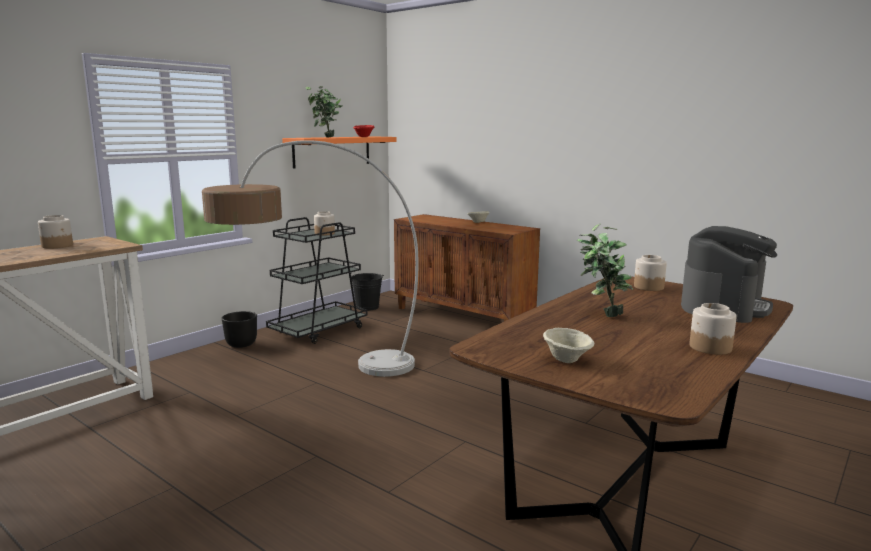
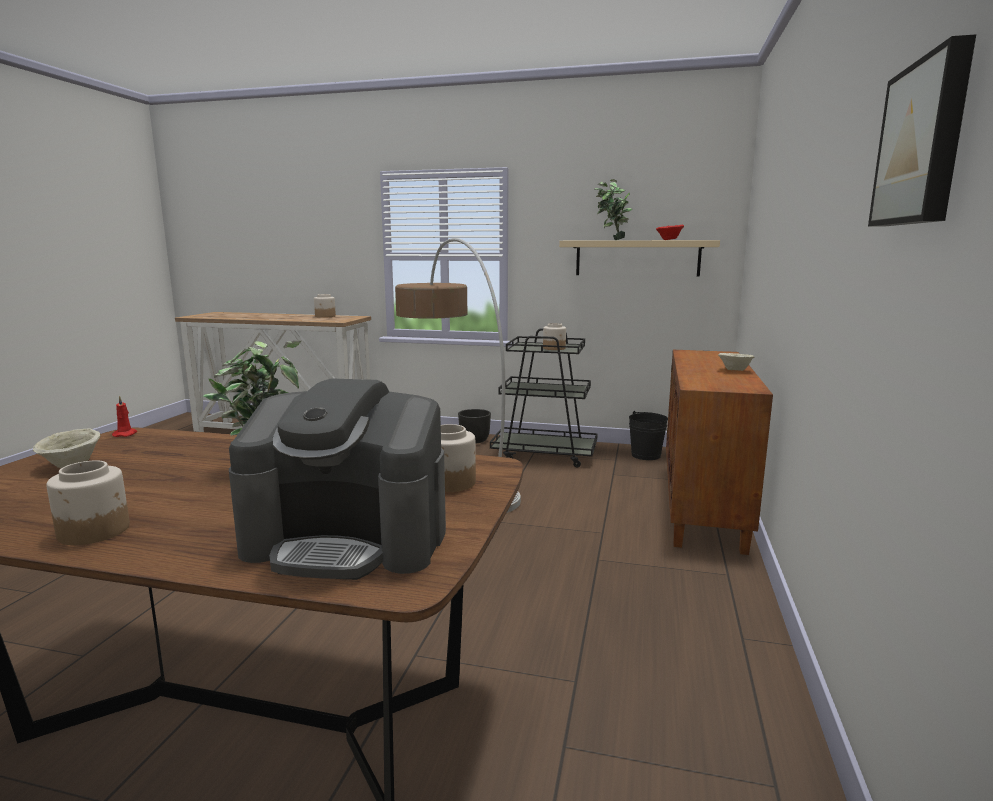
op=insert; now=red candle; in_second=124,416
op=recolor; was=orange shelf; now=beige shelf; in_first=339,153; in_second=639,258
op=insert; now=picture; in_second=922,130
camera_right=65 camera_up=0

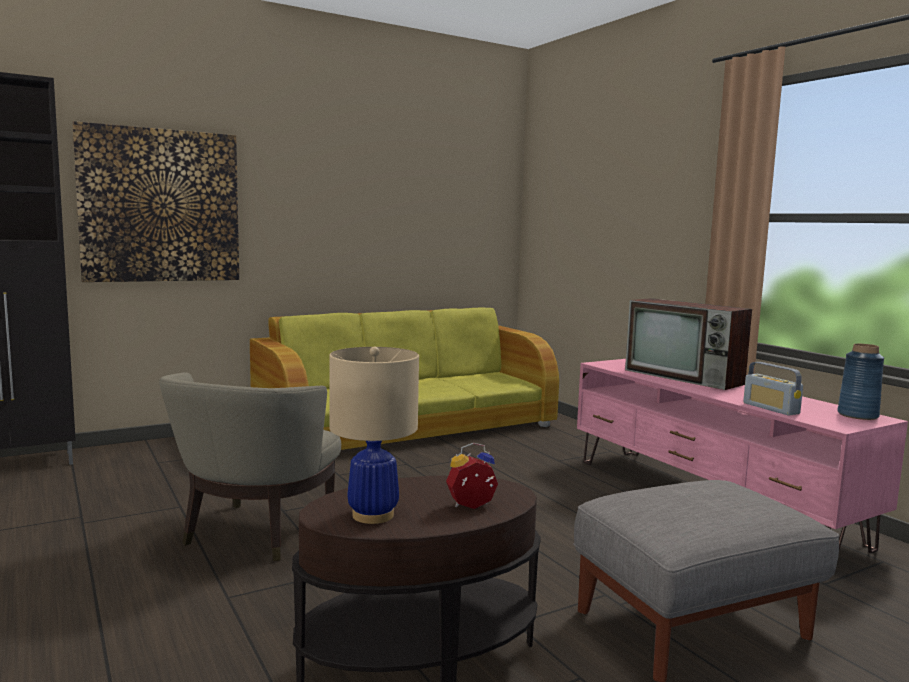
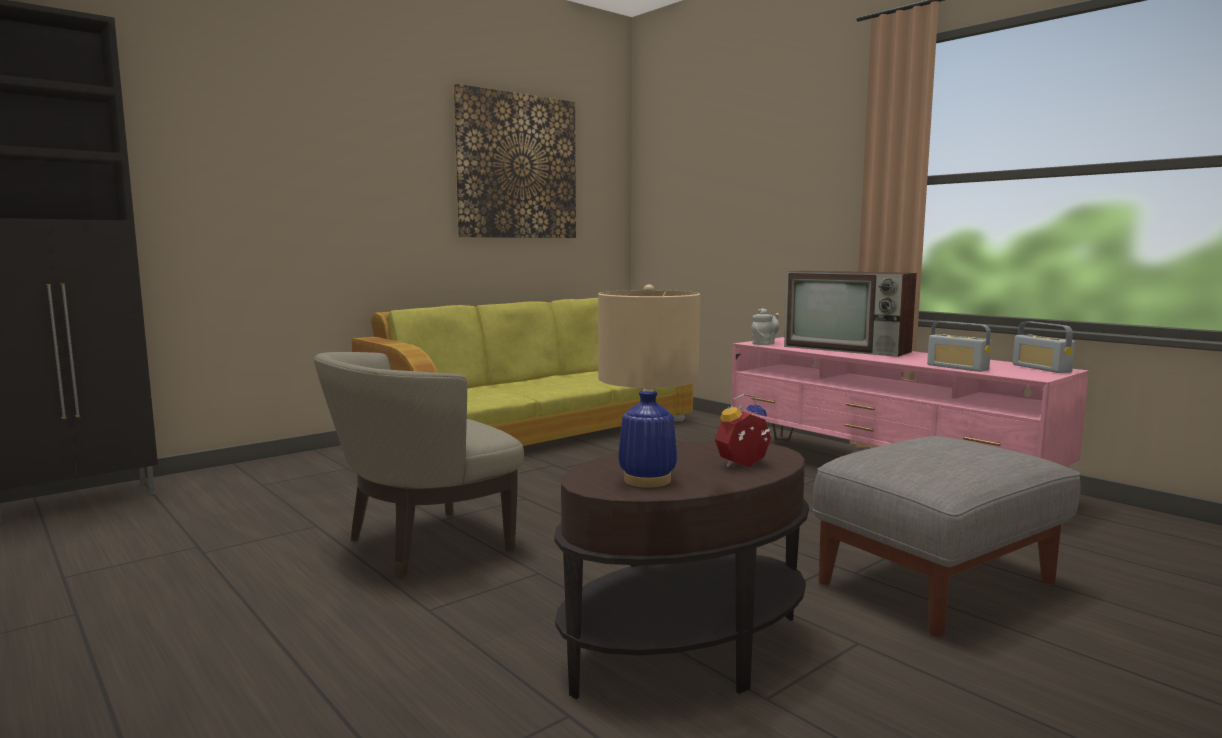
op=rotate; was=beige armchair; in_first=250,466; in_second=419,465; clockwise=45
op=move; was=picture; in_first=155,201; in_second=514,161
op=insert; now=grey teapot; in_second=765,326
op=replace; was=blue vase; now=radio; in_first=860,382; in_second=1044,347
camera_right=-10 camera_up=0

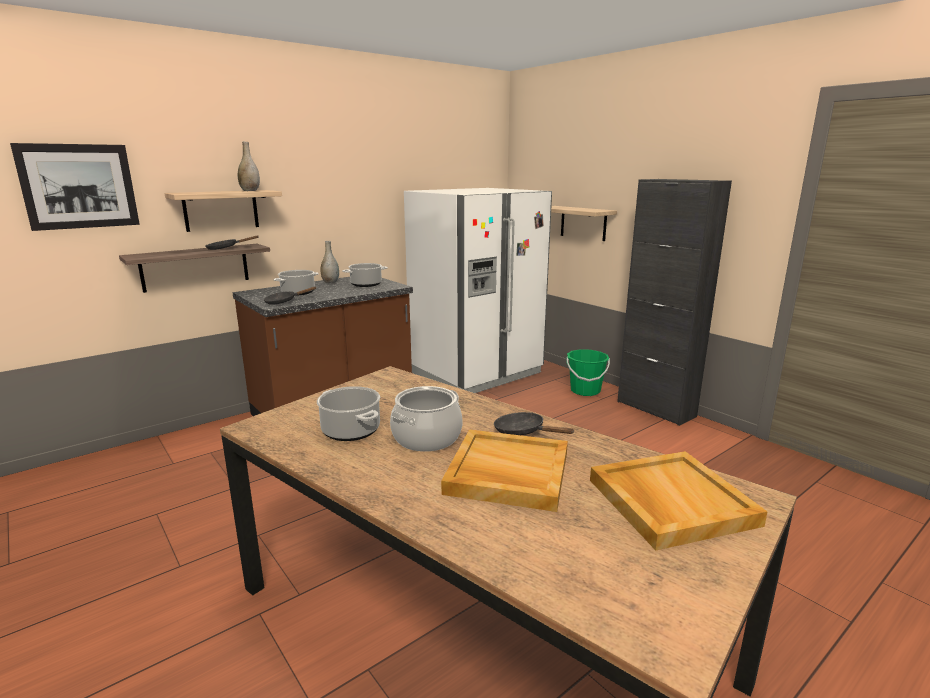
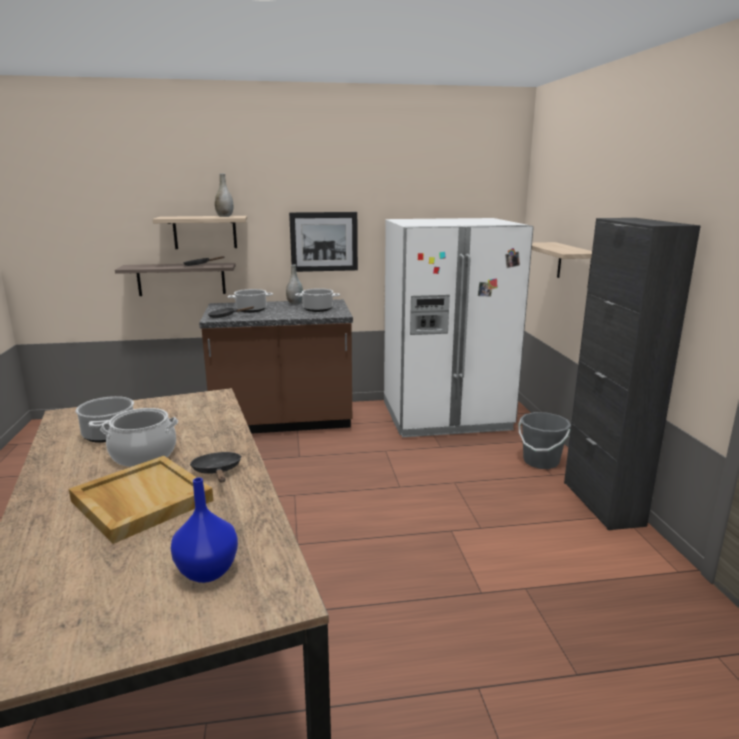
op=replace; was=beige tray; now=blue vase; in_first=679,501; in_second=204,530
op=move; was=picture; in_first=75,187; in_second=323,242
op=recolor; was=green bucket; now=grey bucket; in_first=588,372; in_second=544,440
camera_right=30 camera_up=0

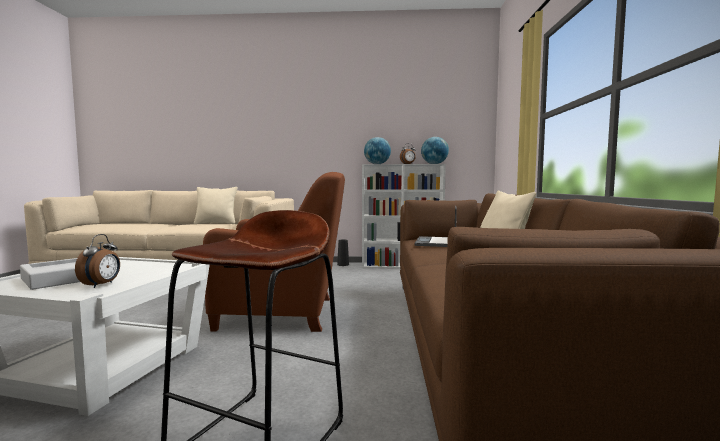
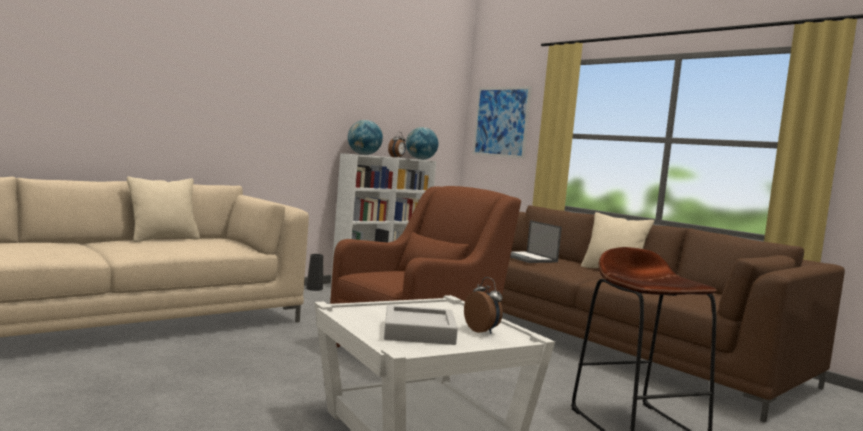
op=insert; now=picture; in_second=502,122
camera_right=-45 camera_up=0

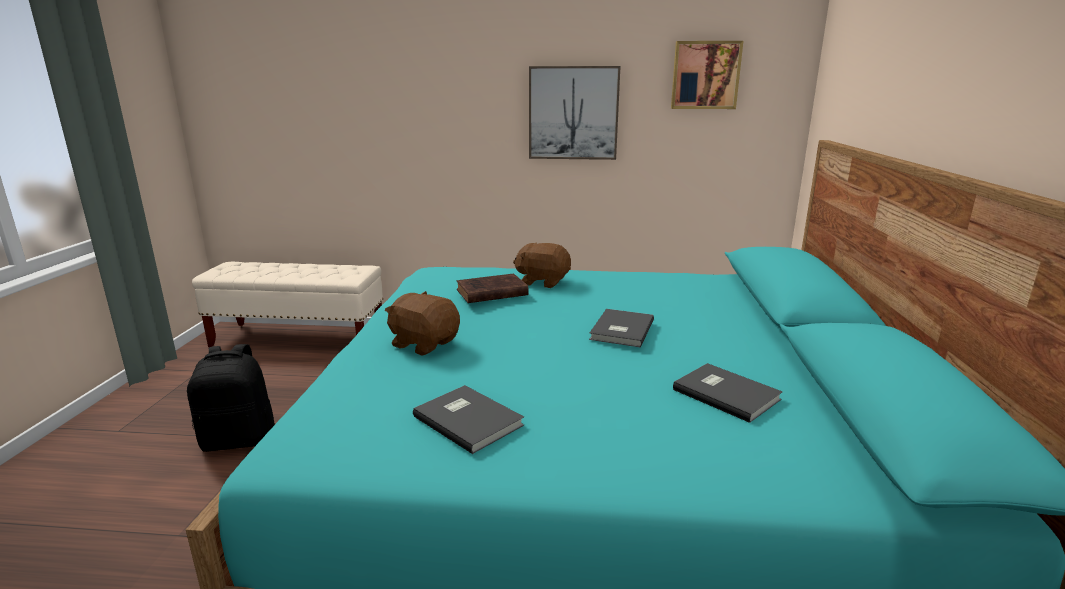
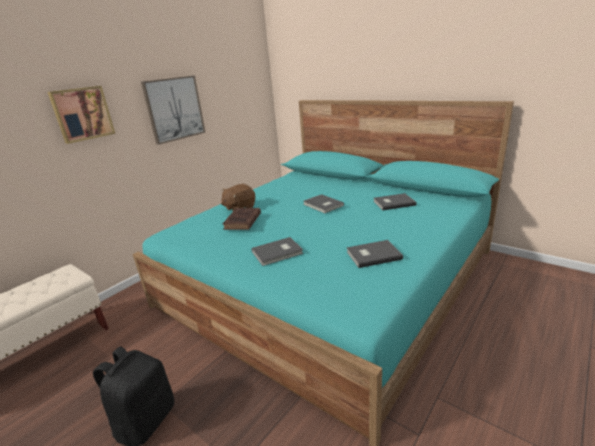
op=move; was=picture; in_first=707,75; in_second=81,115
op=replace; was=brown plush toy; now=grey book; in_first=422,323; in_second=277,251
camera_right=-55 camera_up=5

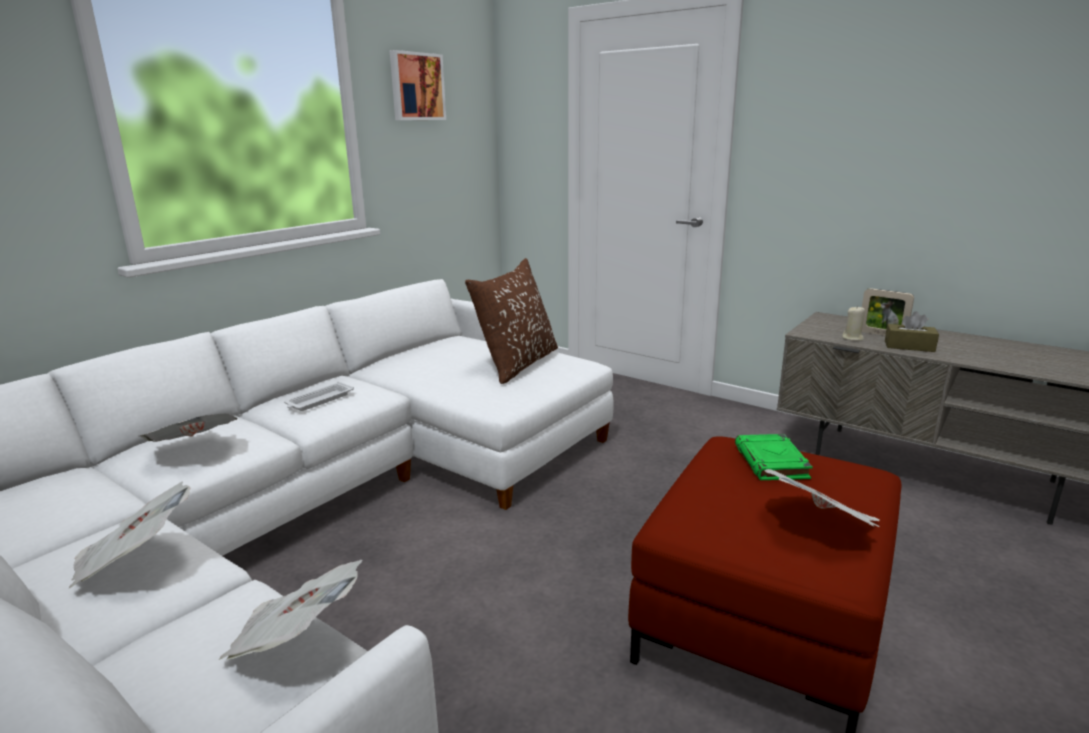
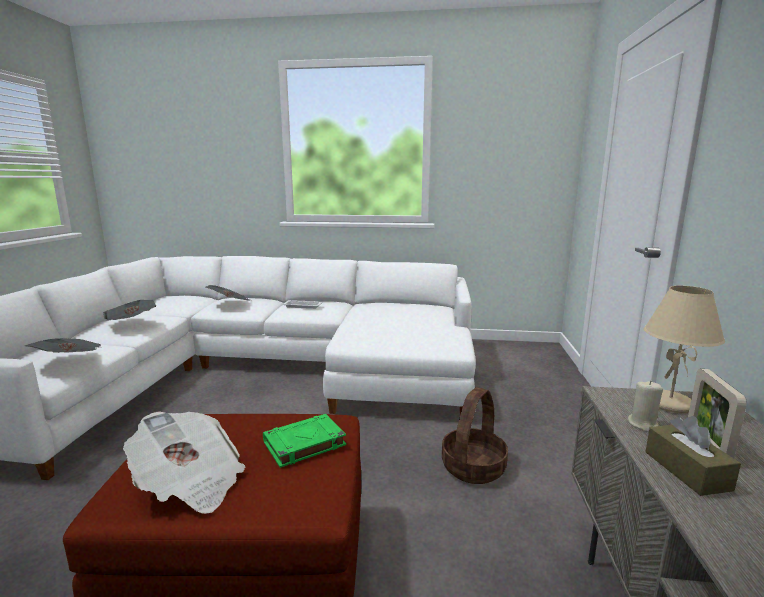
op=insert; now=basket; in_second=475,435
op=insert; now=beige table lamp; in_second=684,349
op=delete; was=picture; in_first=418,85
op=delete; was=brown pillow; in_first=511,321
camera_right=60 camera_up=-5

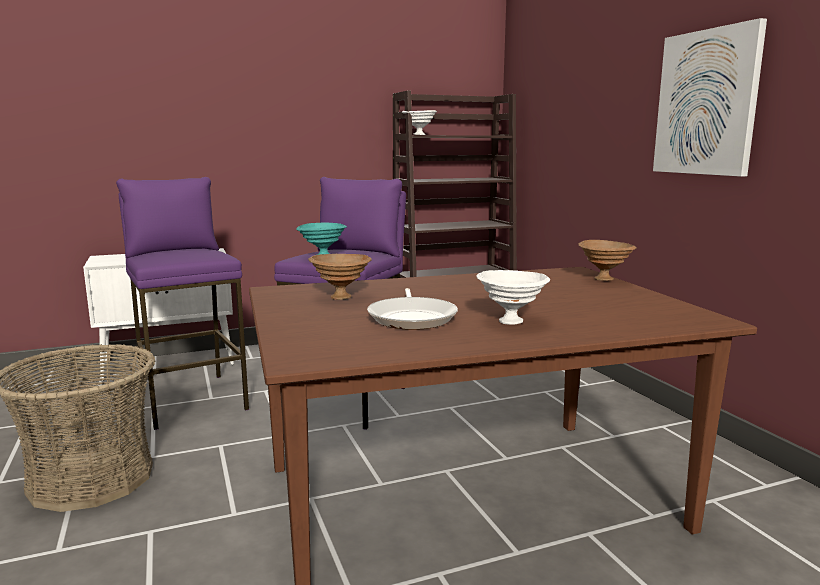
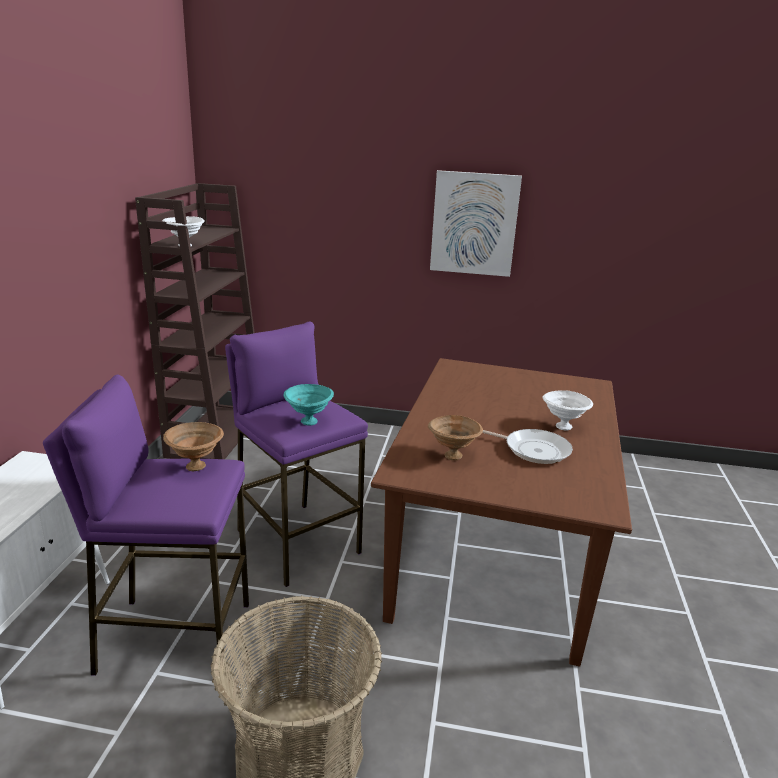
op=move; was=brown bowl; in_first=607,260; in_second=193,446
camera_right=-60 camera_up=10

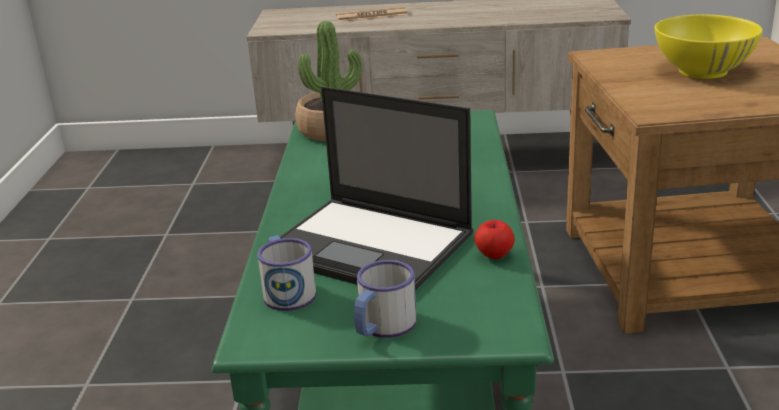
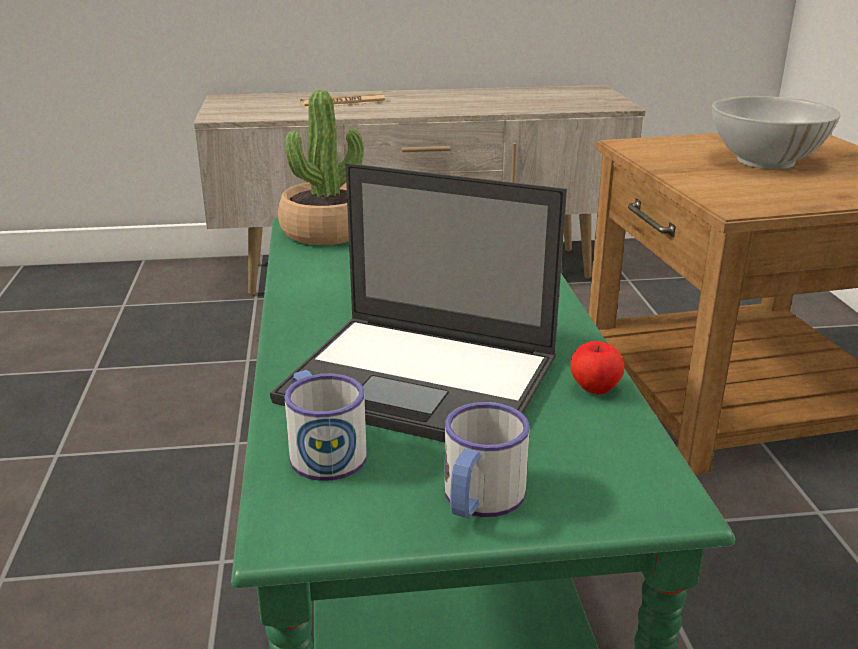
op=recolor; was=yellow bowl; now=white bowl; in_first=708,47; in_second=776,132
camera_right=-10 camera_up=0

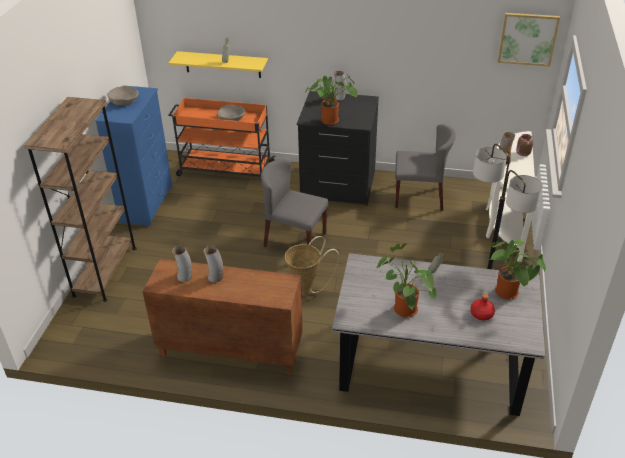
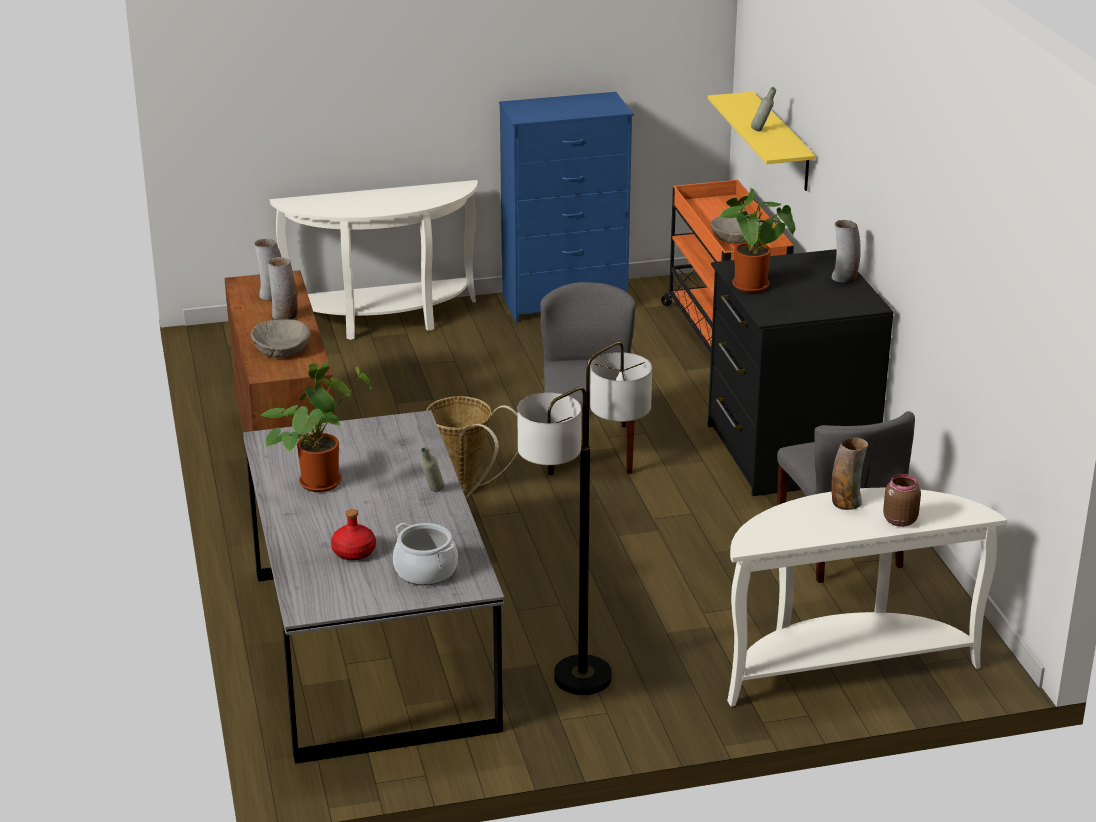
op=move; was=beige bowl; in_first=123,95; in_second=281,338
op=replace; was=brown bookcase; now=white console table; in_first=80,199; in_second=374,260
op=replace; was=potted plant; now=cooking pot; in_first=518,270; in_second=425,554
op=delete; was=picture; in_first=529,39
camera_right=65 camera_up=-10

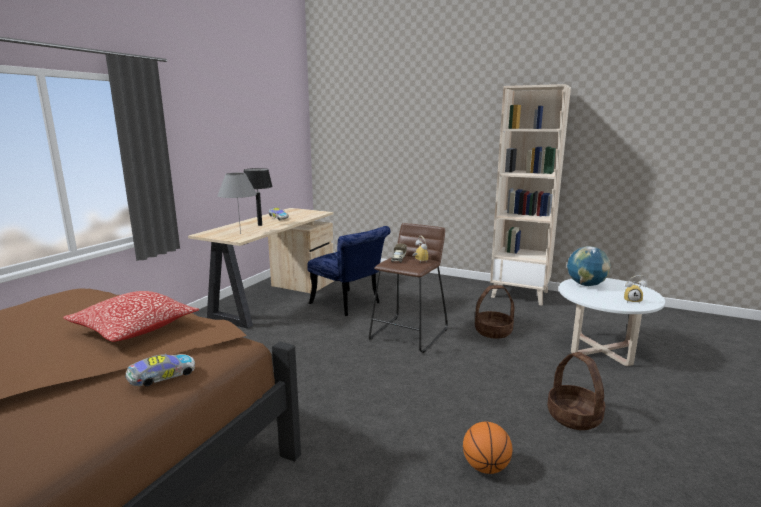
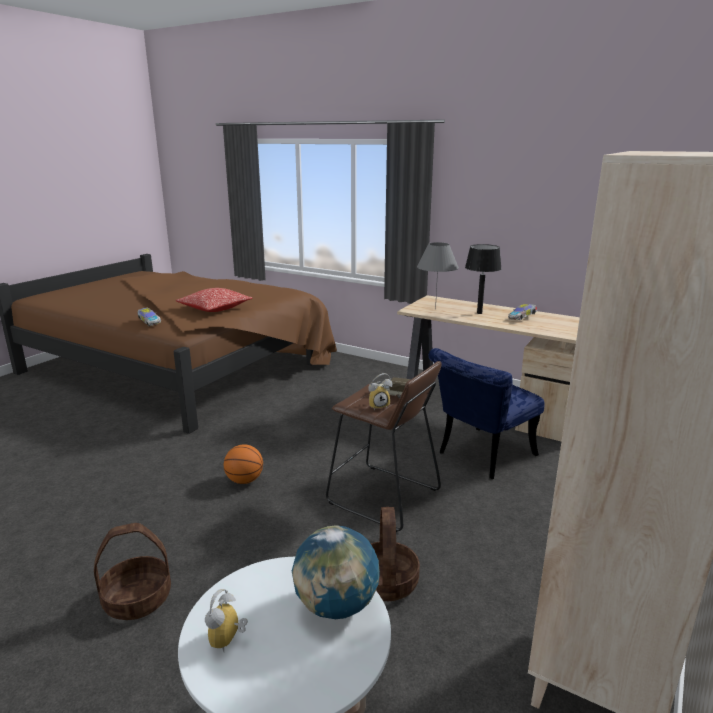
op=move; was=basketball; in_first=487,448; in_second=243,464
camera_right=95 camera_up=5

